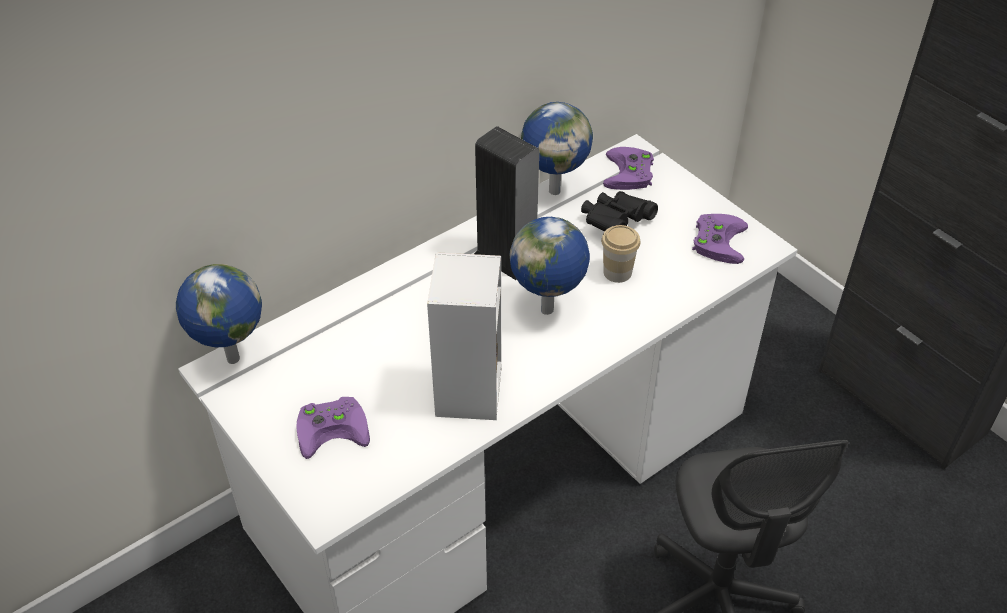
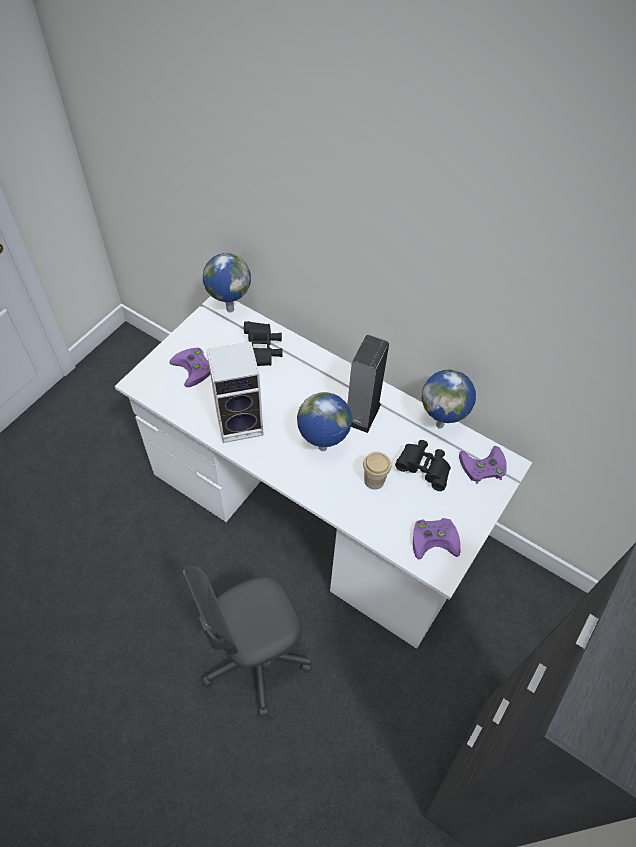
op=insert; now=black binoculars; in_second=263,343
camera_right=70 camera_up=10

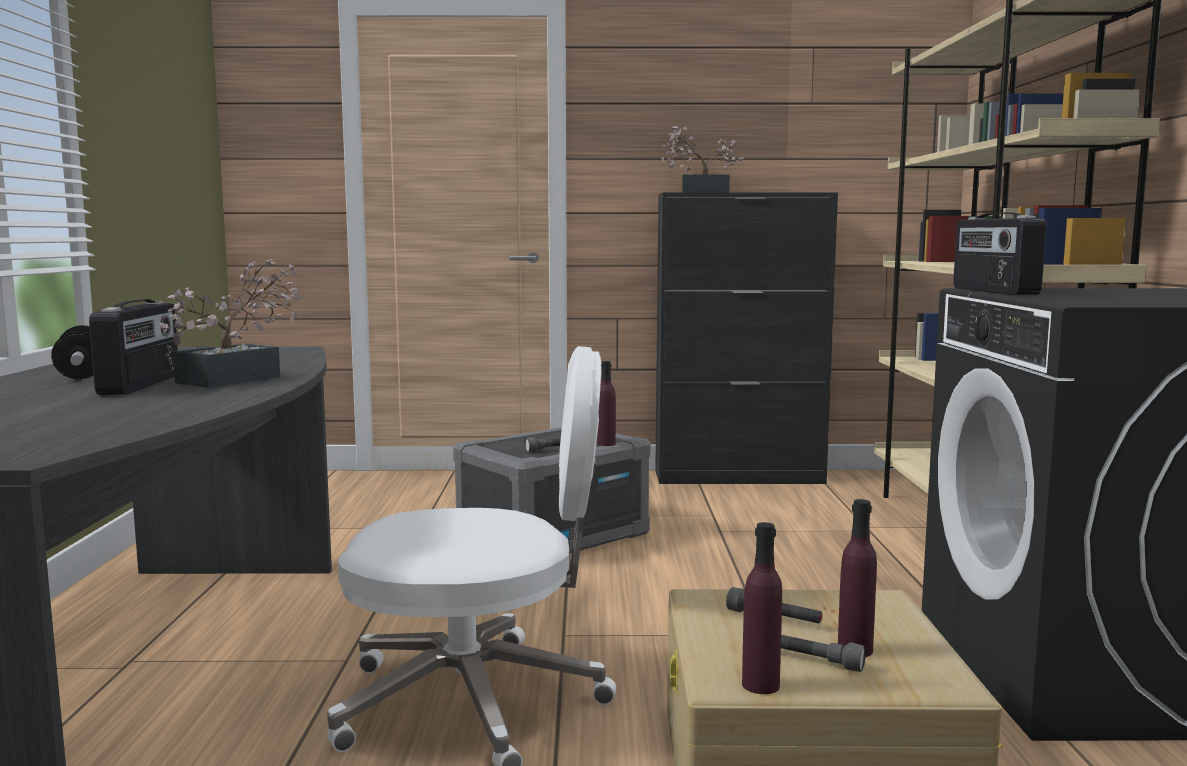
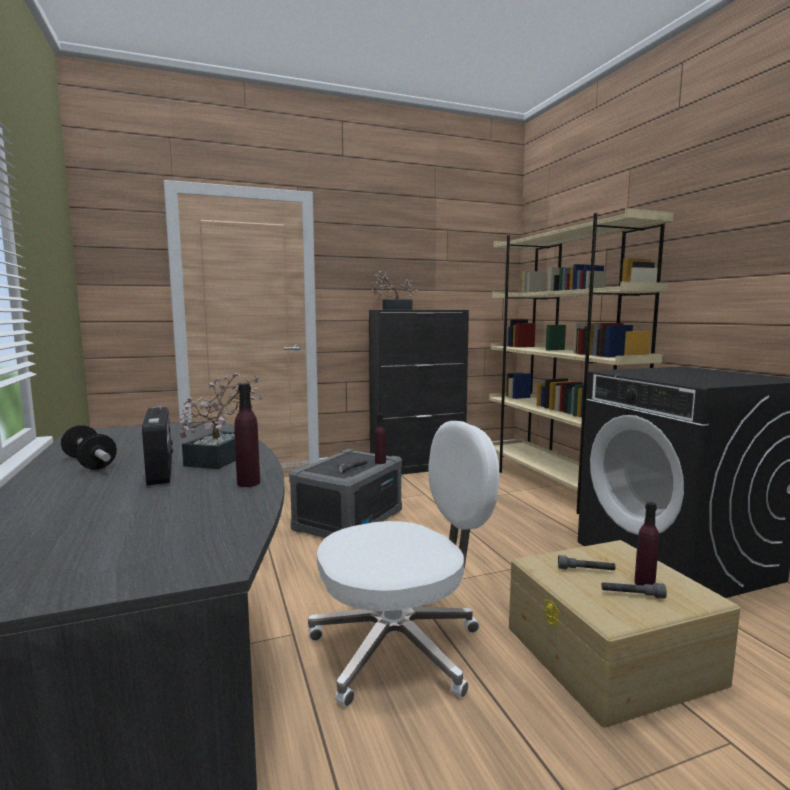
op=move; was=purple bottle; in_first=762,608; in_second=247,435
op=delete; was=radio; in_first=999,254
camera_right=-20 camera_up=0

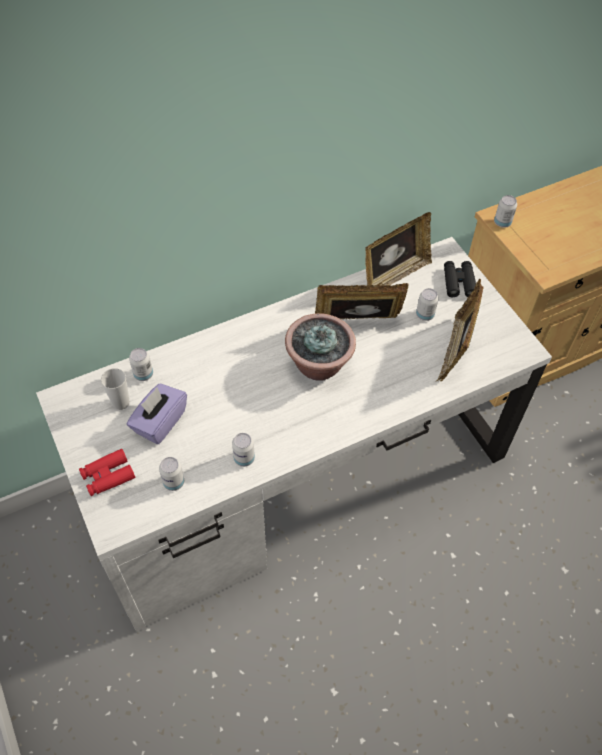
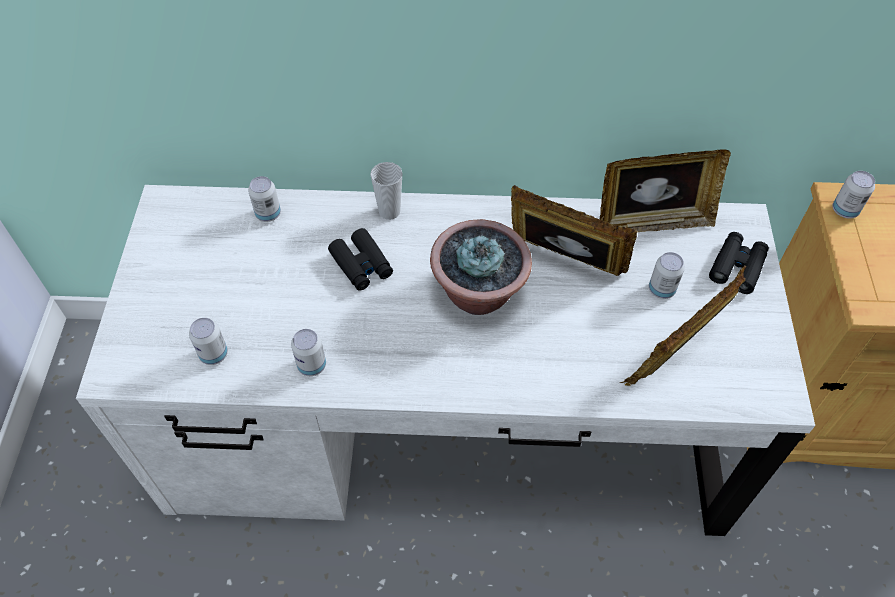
op=insert; now=black binoculars; in_second=360,259
op=move; was=cup; in_first=115,389; in_second=386,191
op=delete; was=red binoculars; in_first=107,472
op=delete; was=purple tissue box; in_first=157,414
camera_right=30 camera_up=0

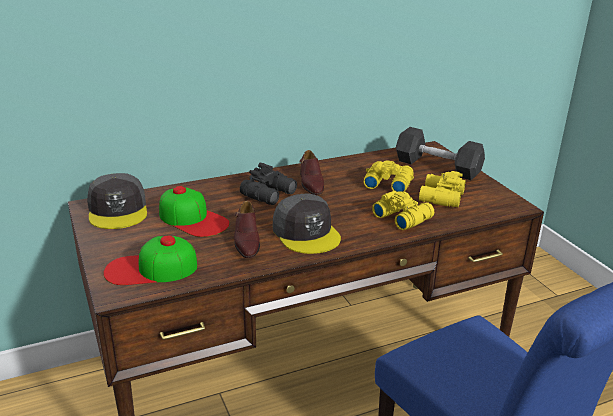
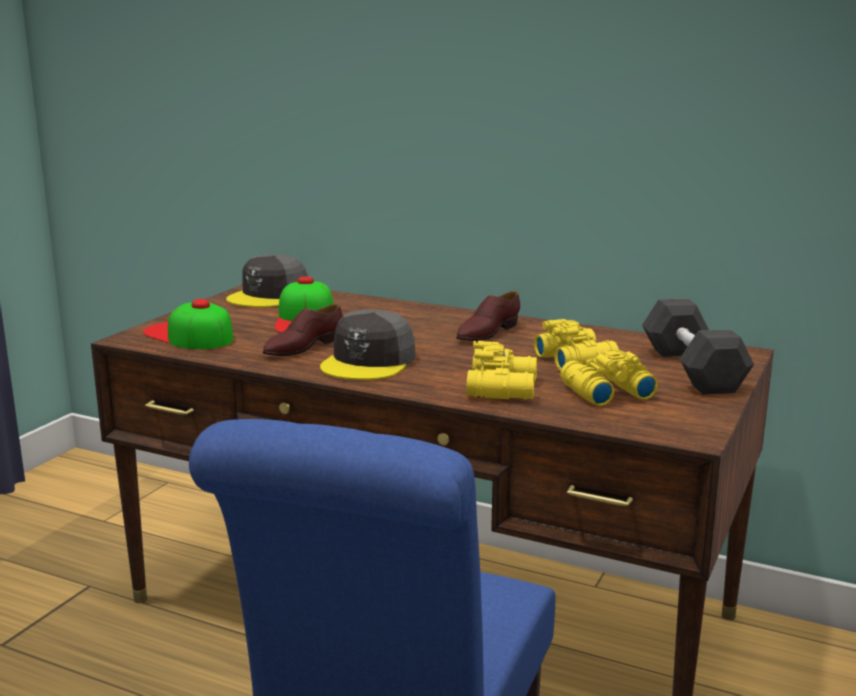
op=delete; was=black binoculars; in_first=268,183
camera_right=50 camera_up=-10

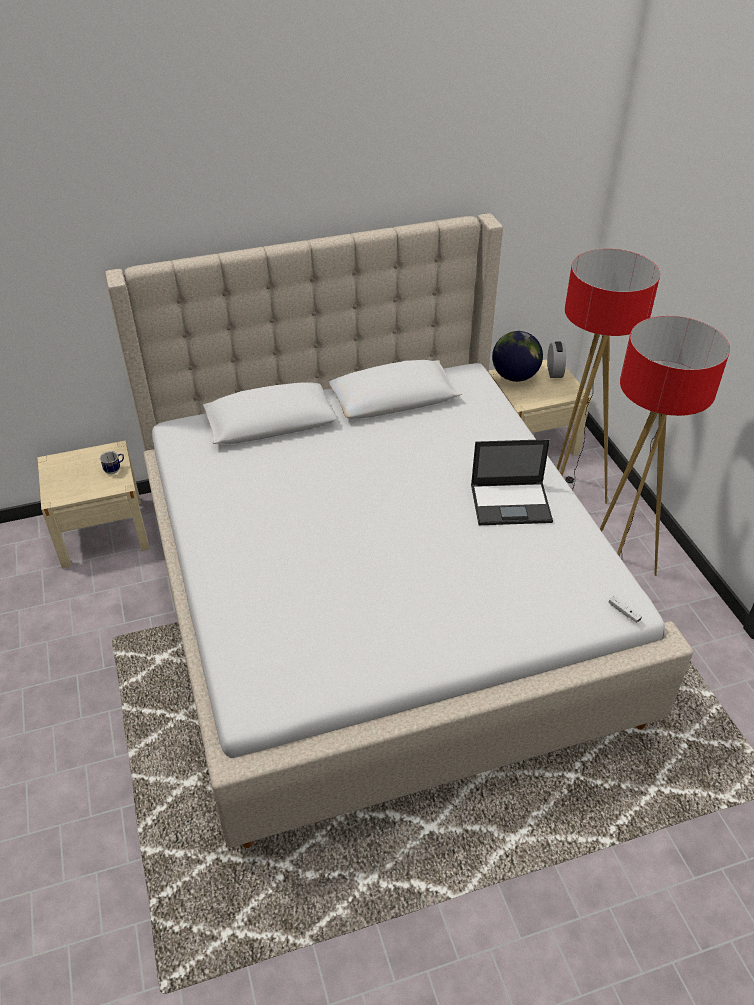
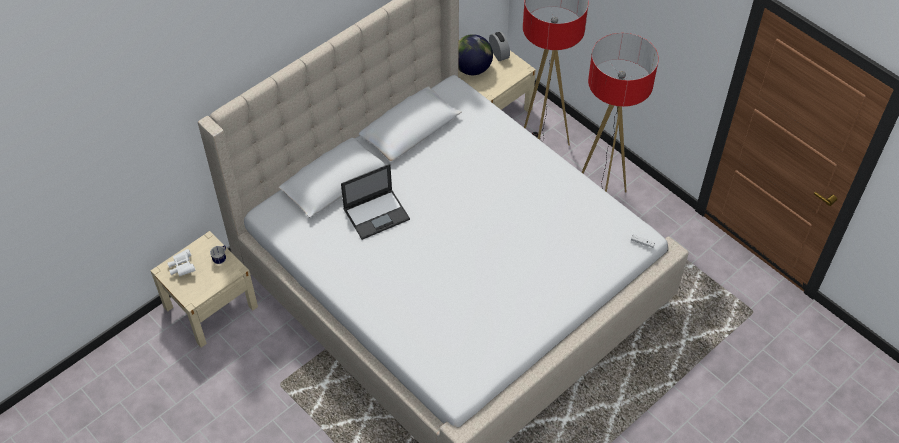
op=insert; now=white binoculars; in_second=181,262
op=move; was=laptop; in_first=512,482; in_second=375,202
camera_right=-25 camera_up=10

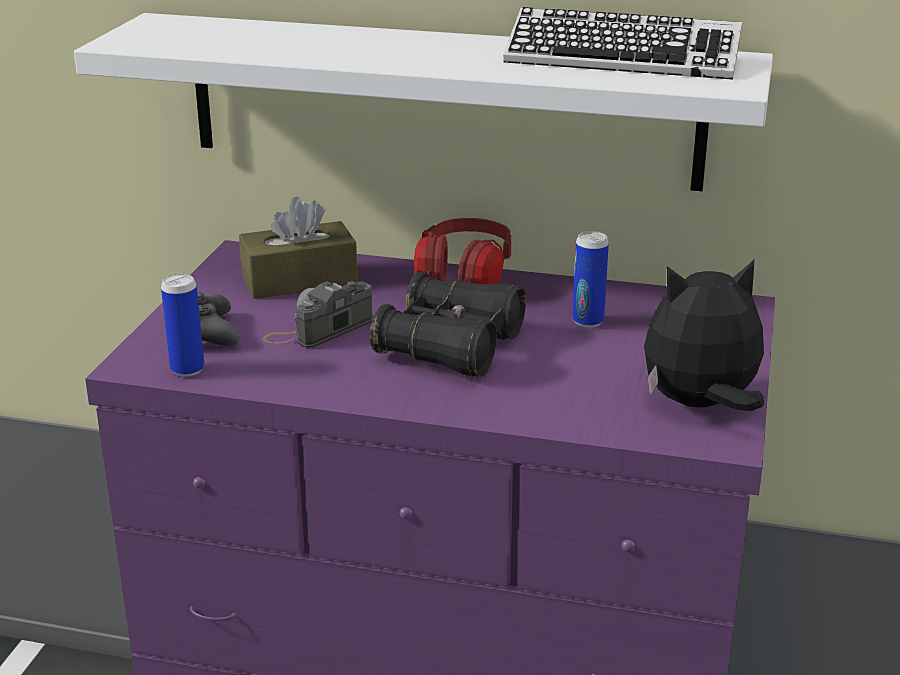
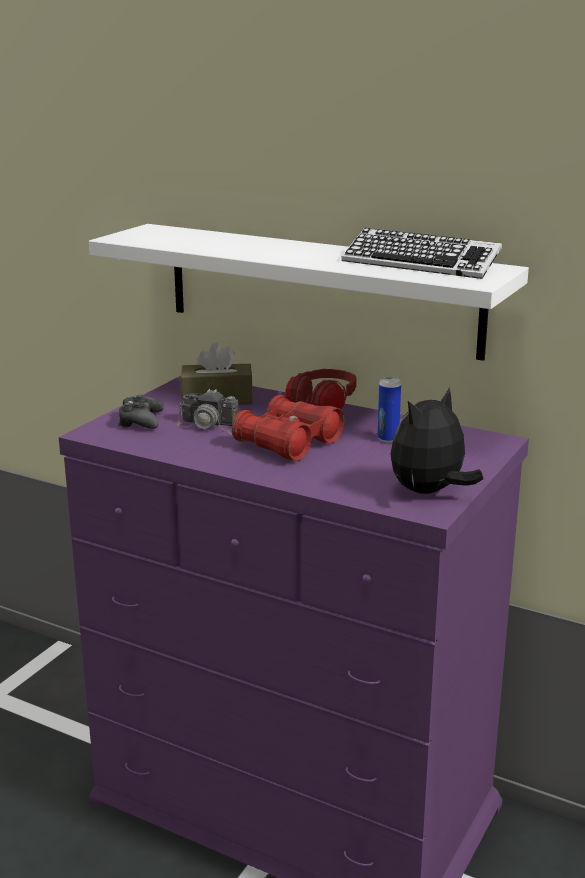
op=rotate; was=photo camera; in_first=318,314; in_second=207,411; clockwise=-135
op=recolor; was=black binoculars; now=red binoculars; in_first=448,324; in_second=288,428
op=rotate; was=plush toy; in_first=704,335; in_second=436,440; clockwise=-45
op=delete; was=can; in_first=182,325
camera_right=15 camera_up=-5

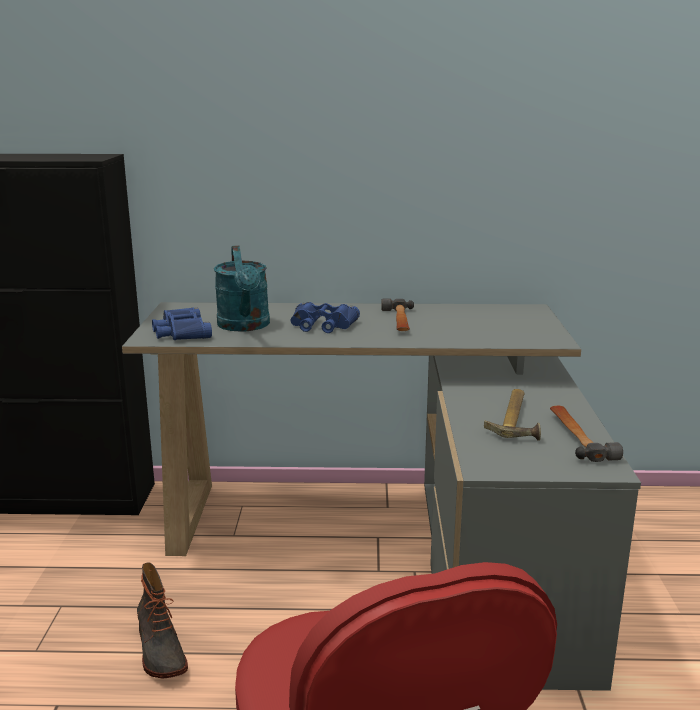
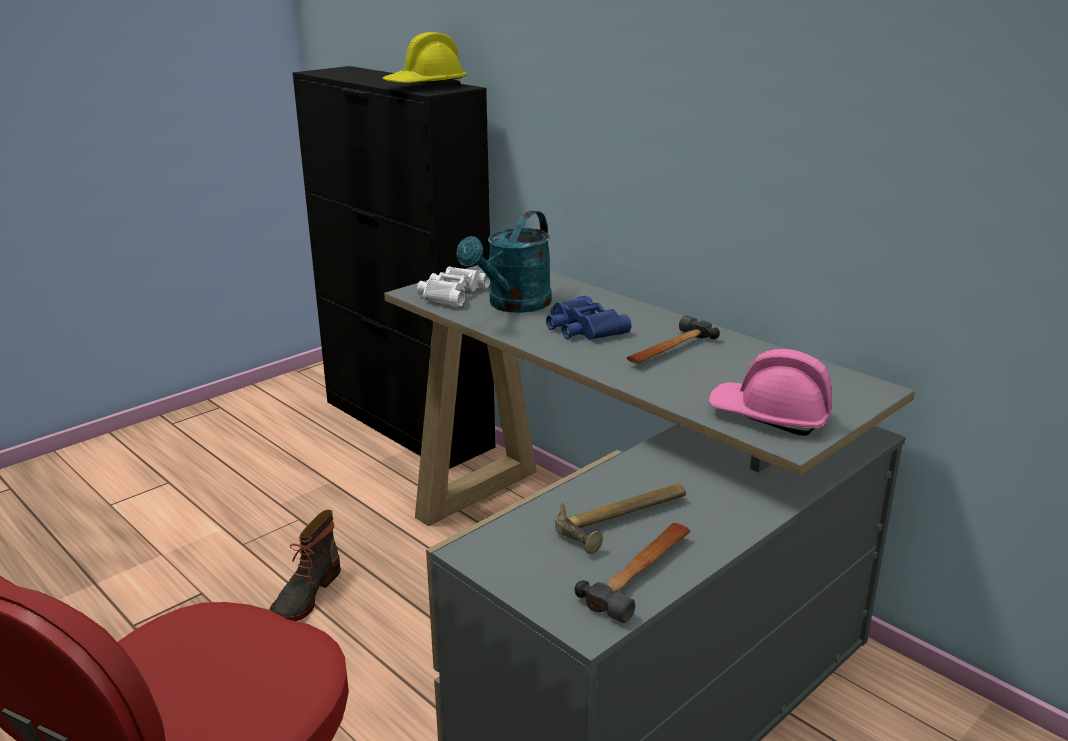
op=insert; now=yellow hard hat; in_second=424,58
op=recolor; was=blue binoculars; now=white binoculars; in_first=182,323; in_second=453,287
op=insert; now=pink hard hat; in_second=770,392
camera_right=45 camera_up=5

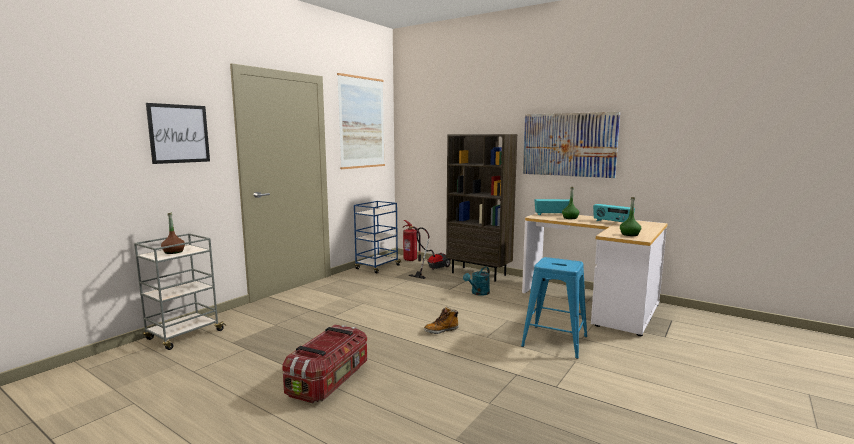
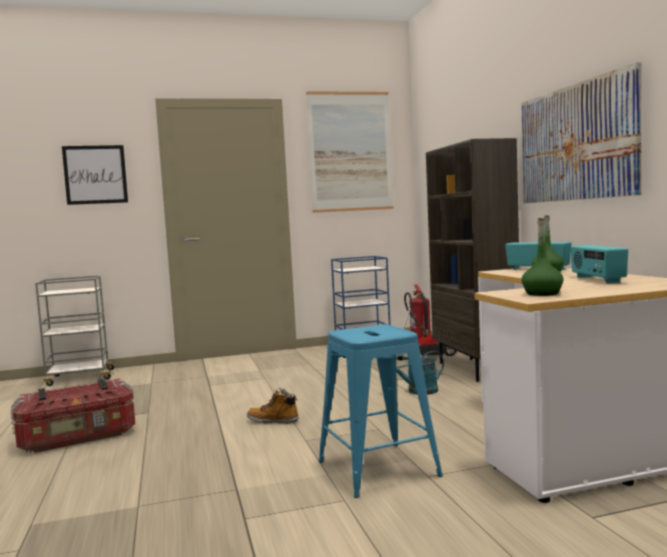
op=delete; was=brown bottle; in_first=173,233
camera_right=40 camera_up=-5

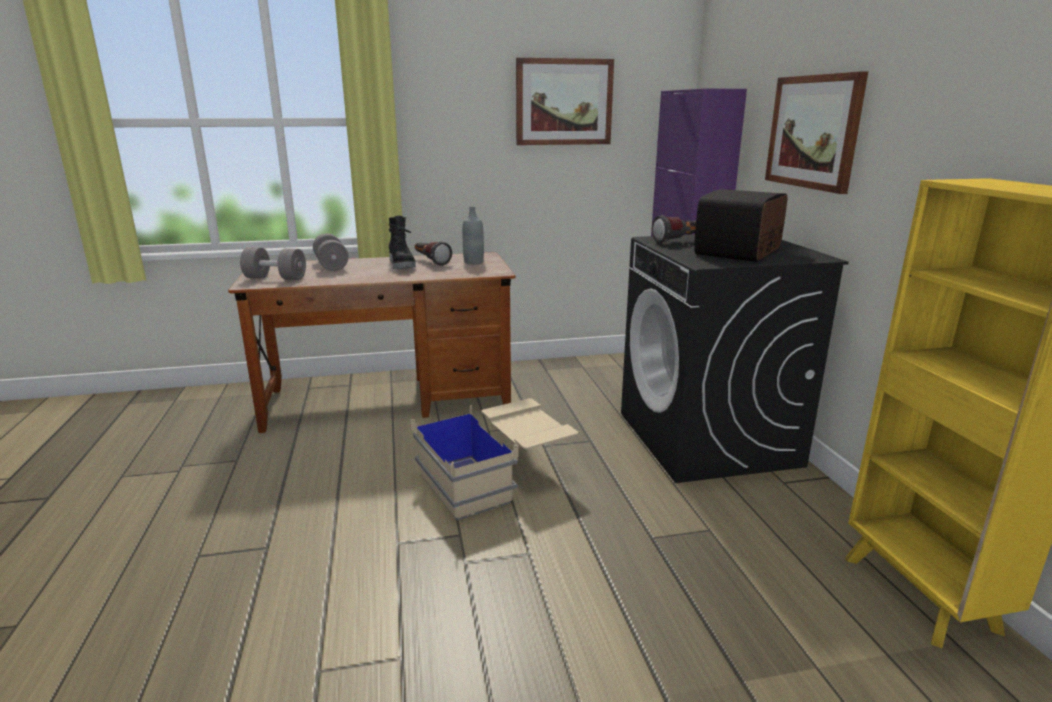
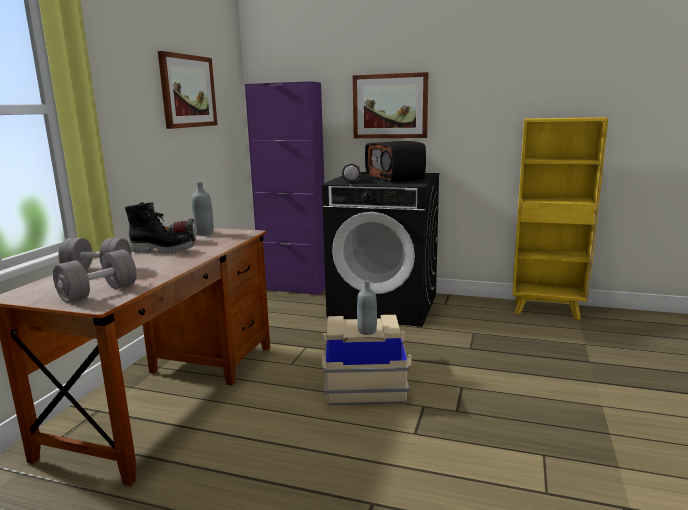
op=insert; now=grey bottle; in_second=367,307
camera_right=-60 camera_up=-5

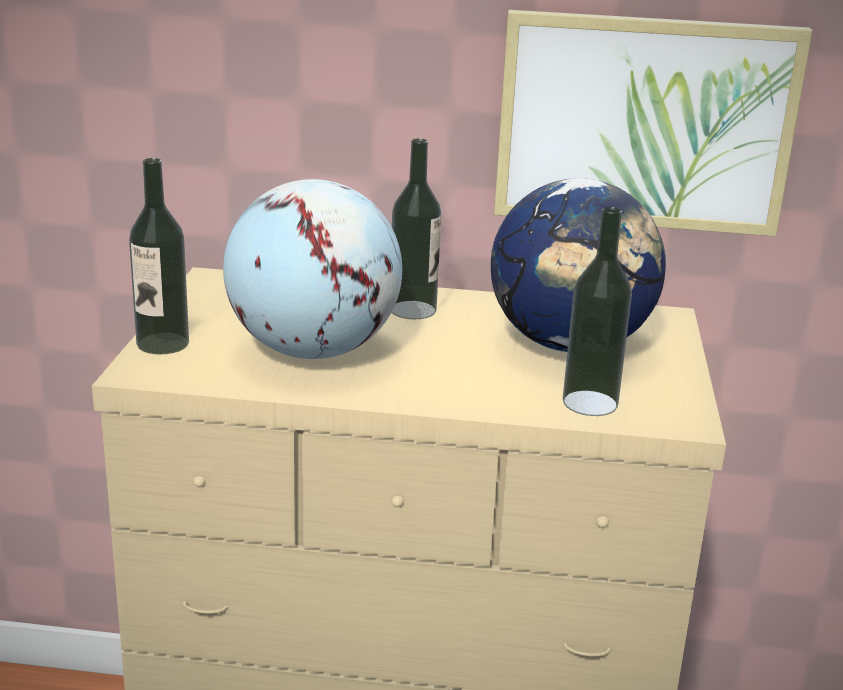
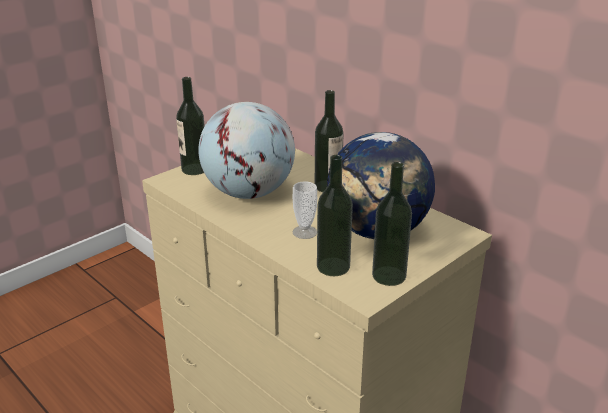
op=insert; now=cup; in_second=305,210
op=insert; now=bottle; in_second=392,224
op=delete; was=picture; in_first=653,123
camera_right=40 camera_up=5

